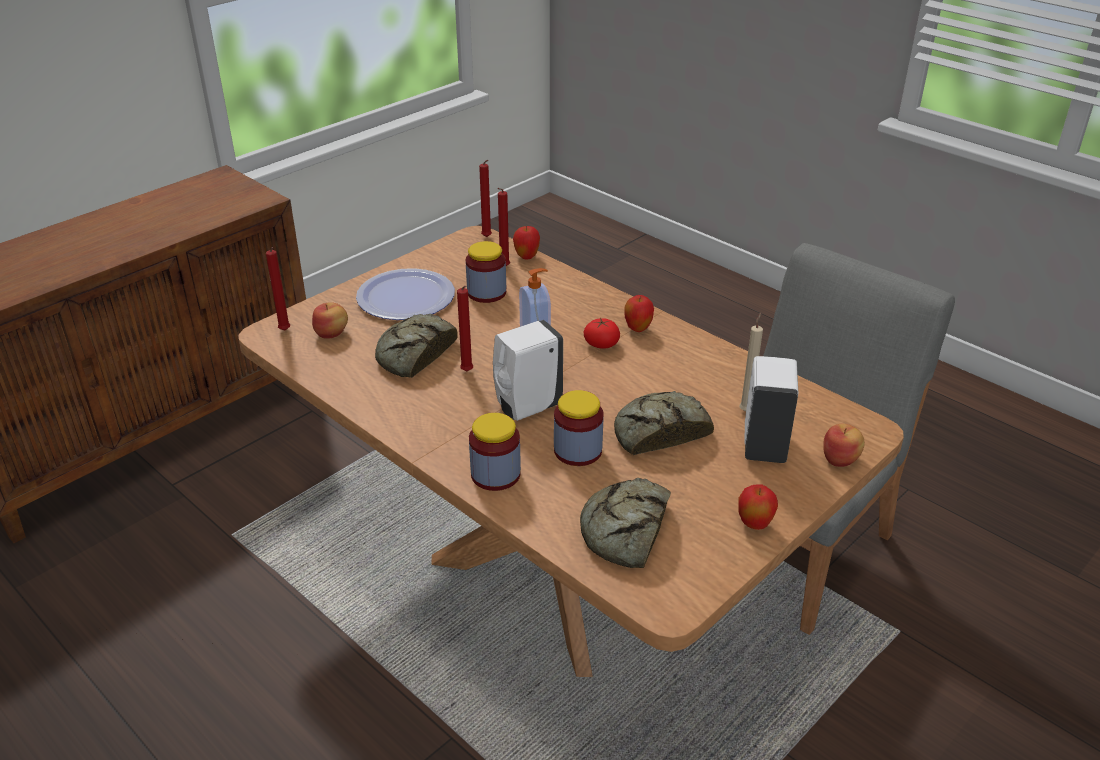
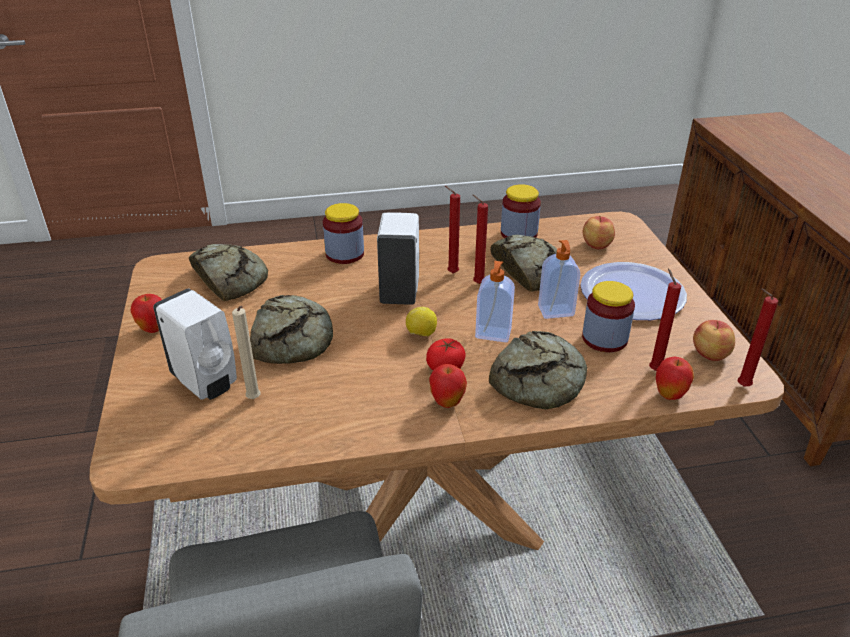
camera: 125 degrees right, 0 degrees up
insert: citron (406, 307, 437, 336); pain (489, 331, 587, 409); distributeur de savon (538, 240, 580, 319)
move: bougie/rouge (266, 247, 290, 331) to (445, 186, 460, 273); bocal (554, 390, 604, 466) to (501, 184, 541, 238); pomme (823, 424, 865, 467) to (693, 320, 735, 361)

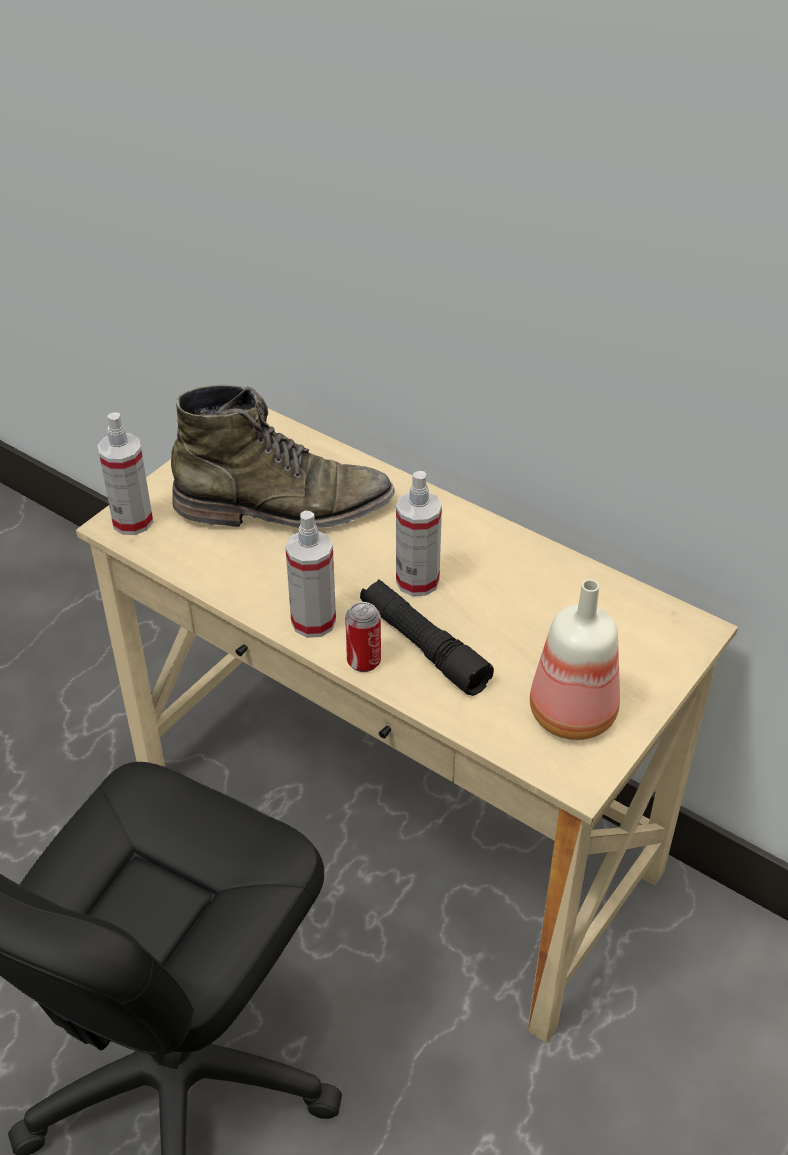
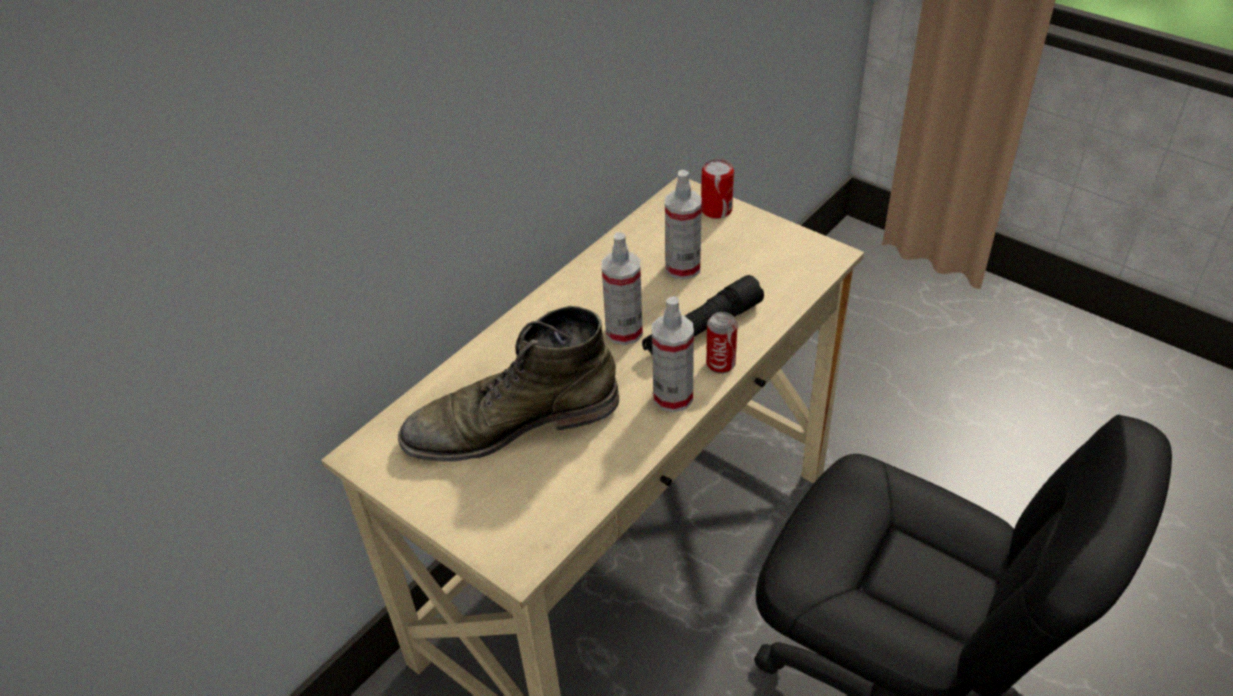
camera: 85 degrees left, 0 degrees up
delete: bouteille (530, 579, 620, 740)
insert: boîte métallique (701, 159, 734, 219)
move: vaporisateur (98, 412, 153, 535) to (665, 170, 702, 280)
rotate: botte/vert (171, 385, 395, 528) = (398, 306, 619, 462) 105 degrees counterclockwise

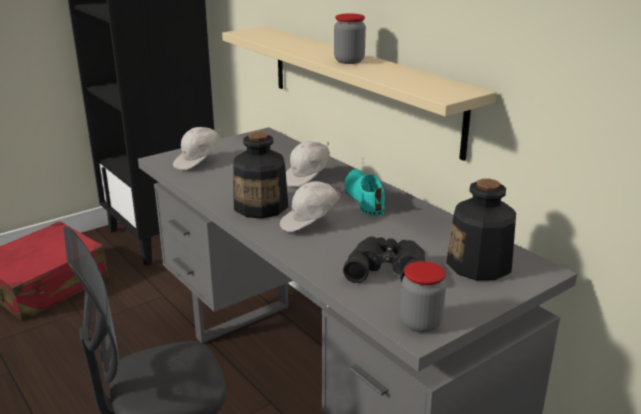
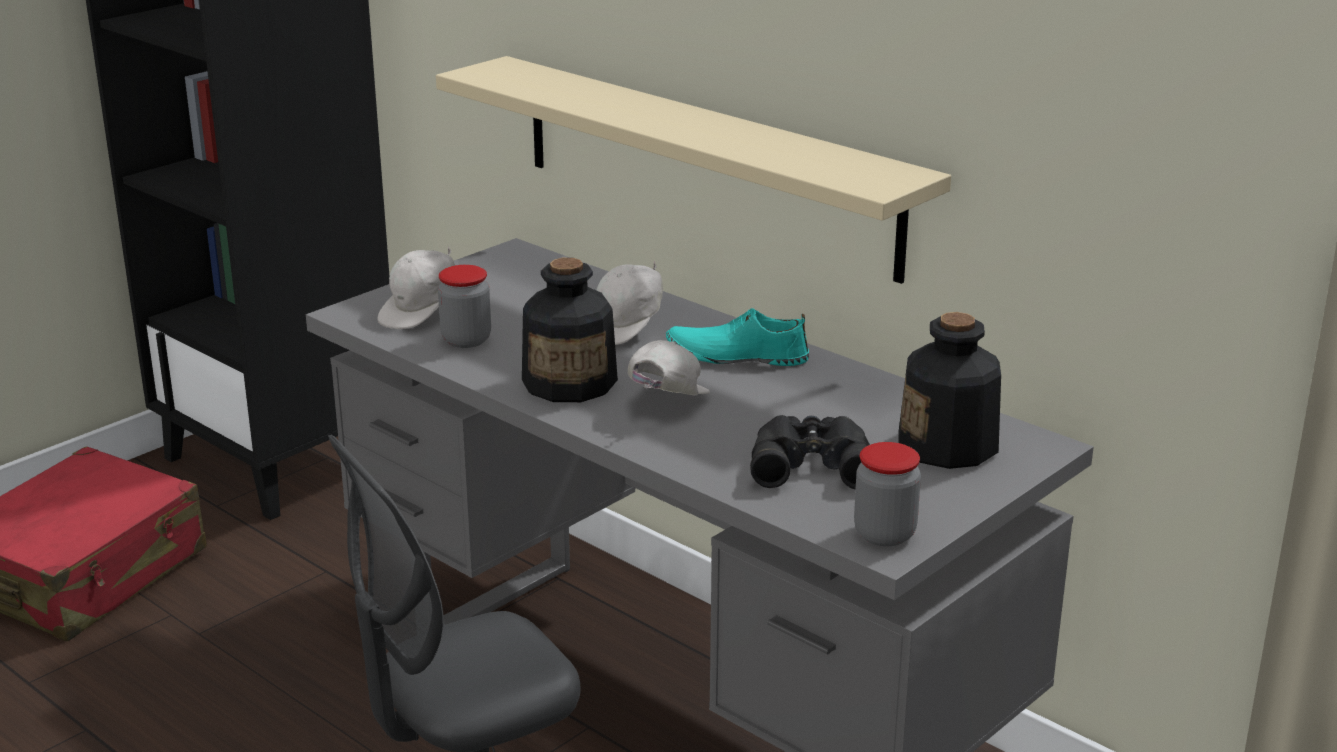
camera: 10 degrees left, 0 degrees up
move: bocal (334, 13, 366, 64) to (438, 265, 491, 348)
rotate: casquette/blanc (280, 181, 346, 232) = (628, 340, 710, 395) 150 degrees clockwise; chaussure/turquoise (344, 169, 385, 216) = (666, 308, 809, 366) 60 degrees counterclockwise

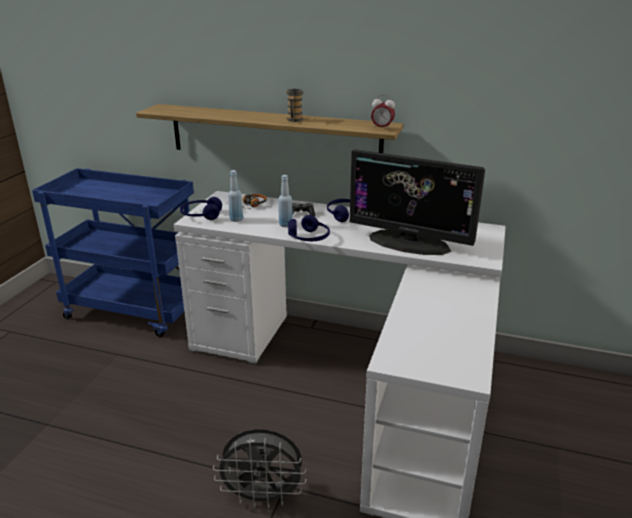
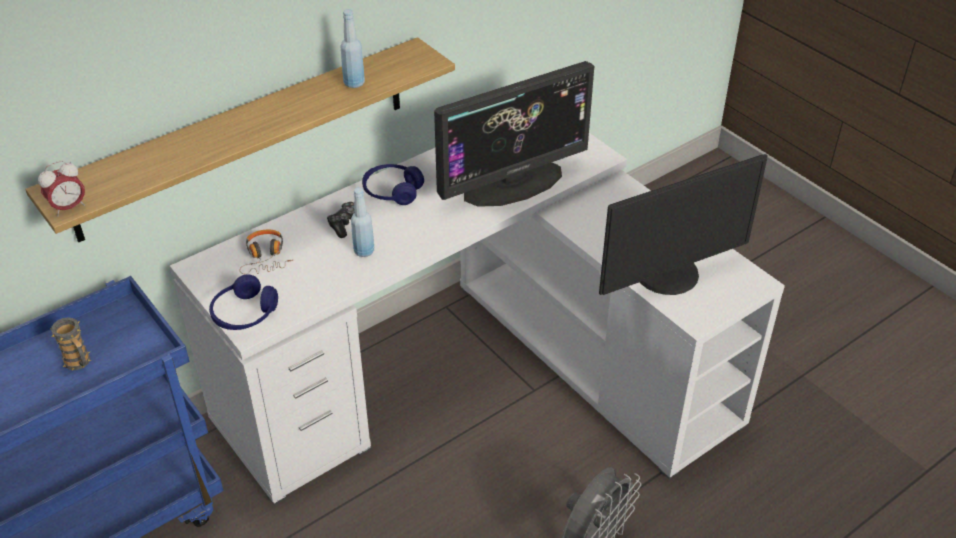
camera: 55 degrees left, 15 degrees up
delete: casque audio/bleu (288, 215, 330, 241)
insert: écran d'ordinateur (599, 154, 768, 295)
move: bouteille/bleu (228, 170, 243, 222) to (340, 9, 365, 88); mug (286, 89, 304, 122) to (50, 317, 91, 370); réveil (371, 95, 395, 130) to (38, 161, 85, 216)

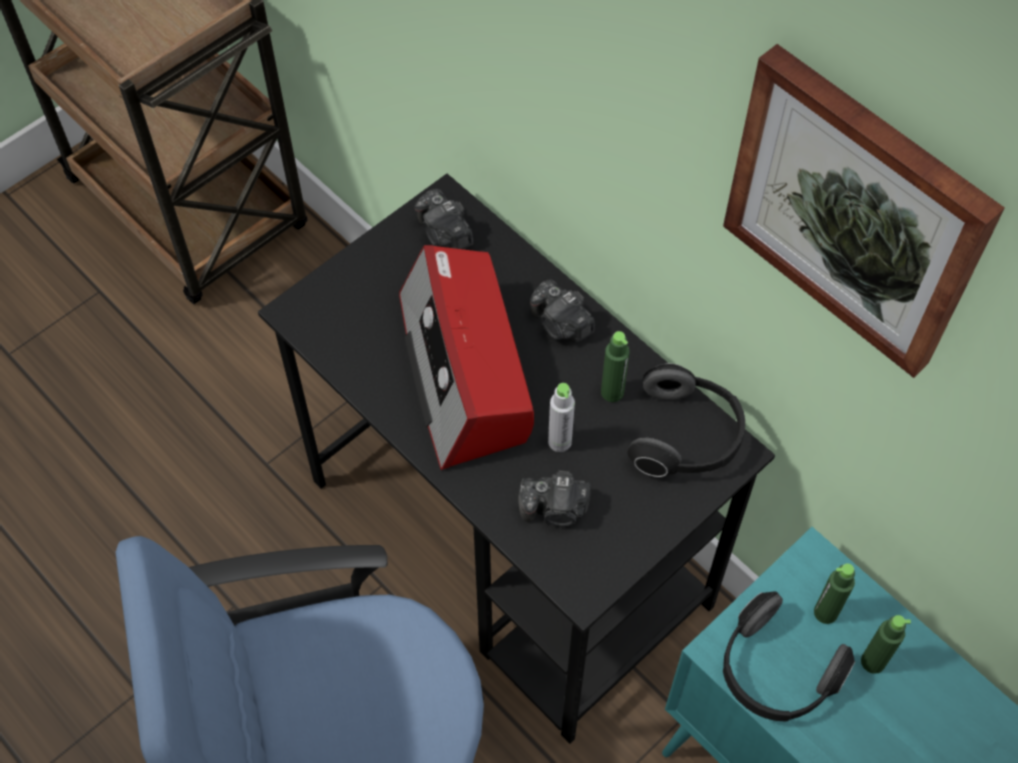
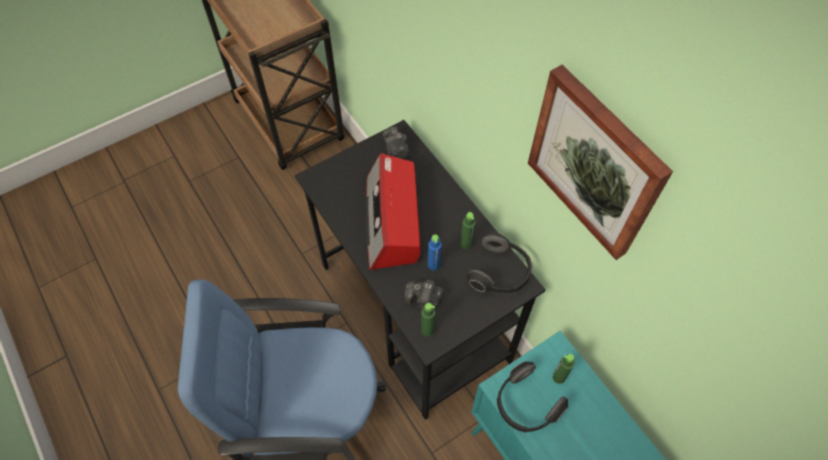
camera: 10 degrees right, 0 degrees up
delete: appareil photo (530, 279, 595, 343)
move: bouteille/vert (861, 615, 911, 674) to (421, 303, 435, 336)
recolor: bouteille/gris (548, 383, 575, 452) to bouteille/bleu (428, 234, 441, 271)

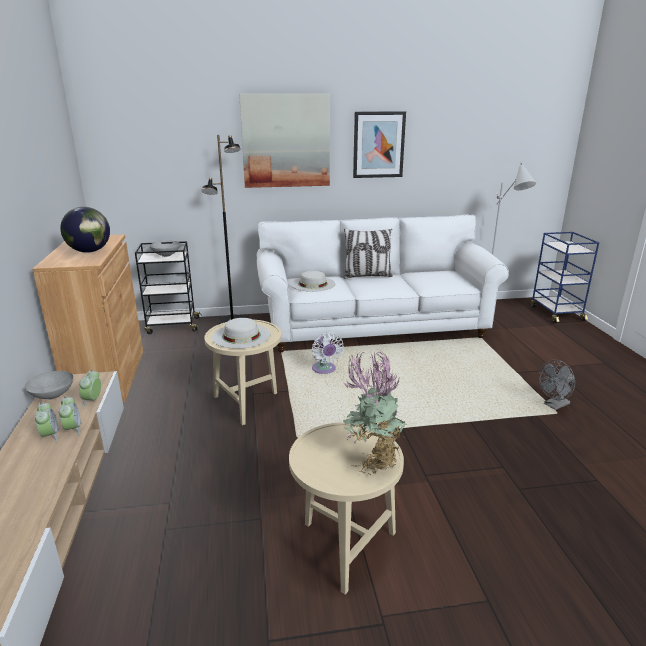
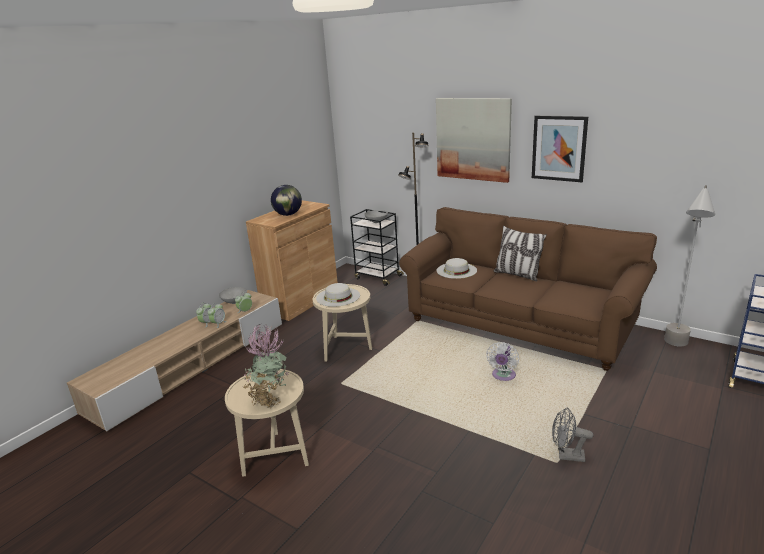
camera: 45 degrees right, 0 degrees up
move: ventilateur/blanc (312, 332, 344, 374) to (486, 342, 519, 381)
recolor: canapé/blanc (257, 214, 509, 352) to canapé/marron (399, 207, 657, 371)

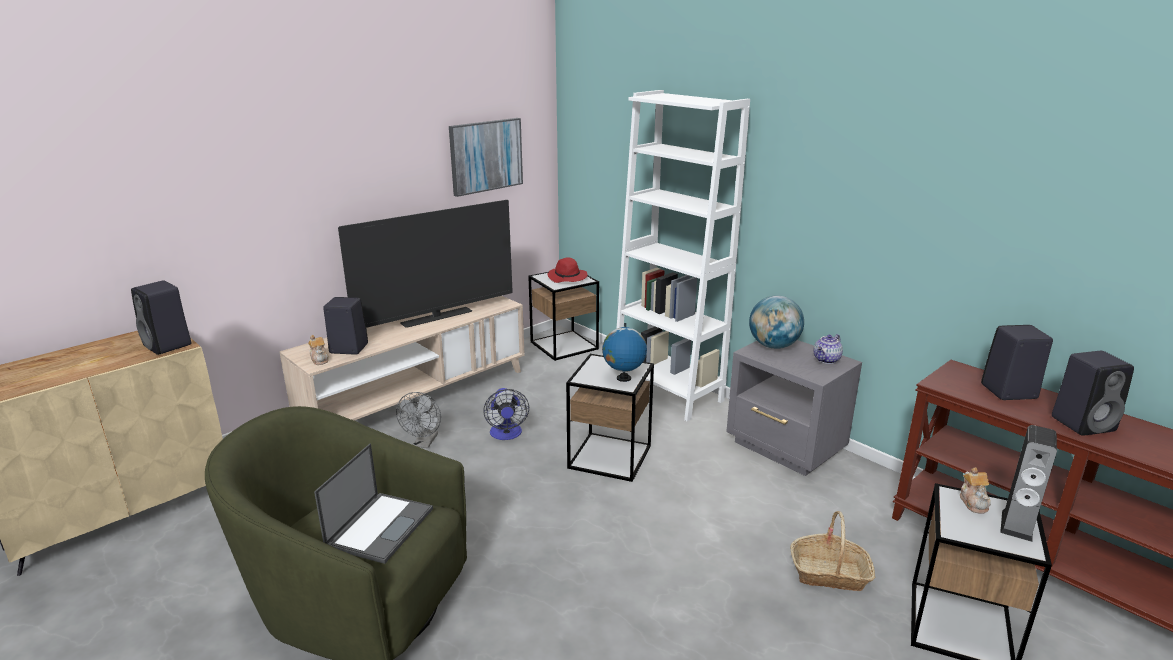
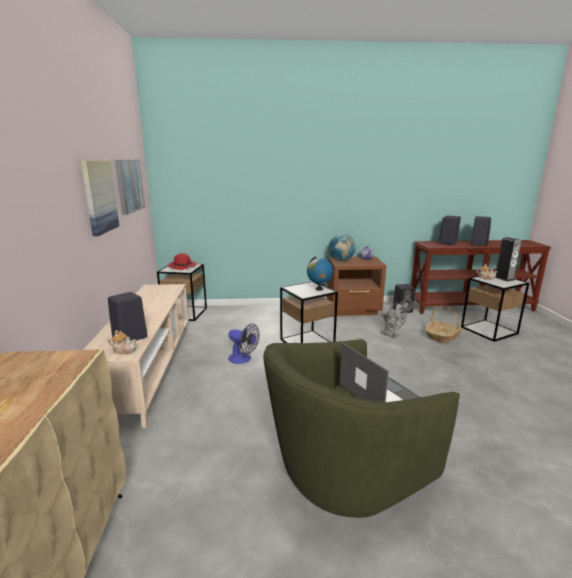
camera: 50 degrees left, 5 degrees down
delete: téléviseur (338, 200, 513, 328); bibliothèque/blanc (616, 90, 750, 421)
insert: tableau (81, 161, 119, 236)
move: enceinte/noir (131, 280, 191, 355) to (393, 284, 415, 313); ventilateur/gris (396, 392, 441, 448) to (380, 303, 407, 338)
recolor: table de chevet/gris (726, 340, 862, 476) to table de chevet/marron (327, 256, 386, 316)

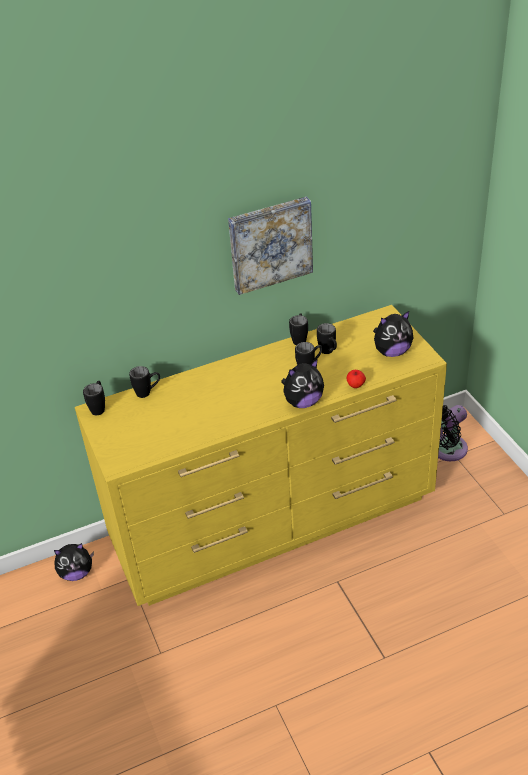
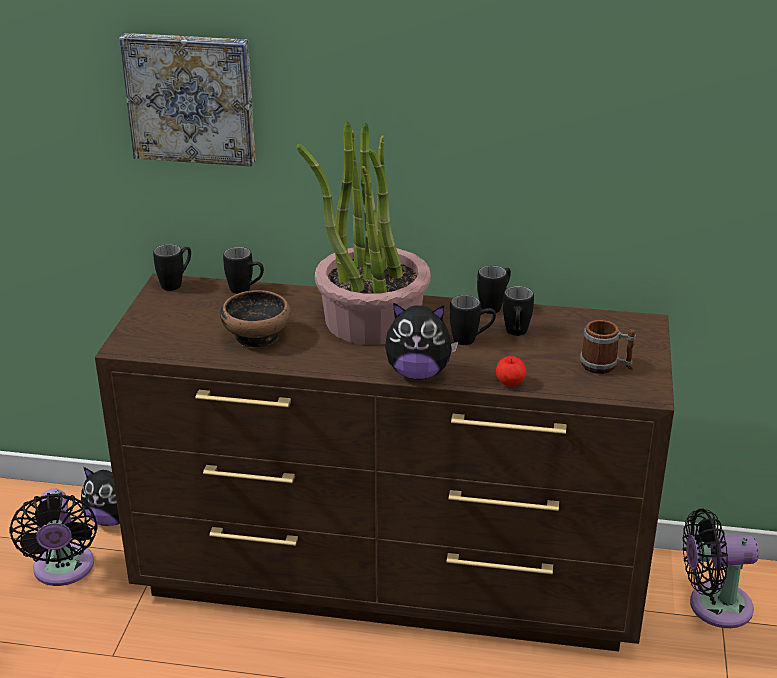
camera: 30 degrees right, 10 degrees down
insert: ventilateur/noir (9, 489, 98, 586); bol (220, 290, 291, 348); plante en pot (296, 121, 431, 345)
move: tableau (228, 196, 313, 295) to (119, 33, 256, 167)
replace: peluche (373, 311, 413, 357) to mug (580, 320, 636, 374)
recolor: commode/jaune (75, 305, 447, 606) to commode/marron (95, 273, 674, 652)

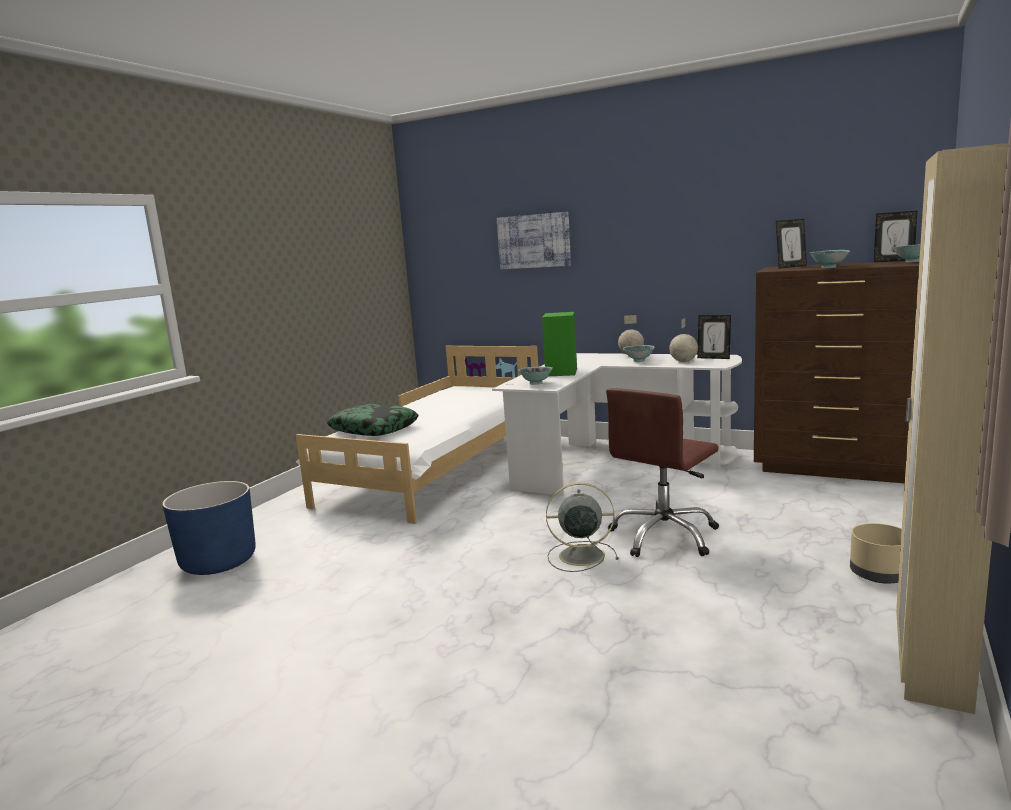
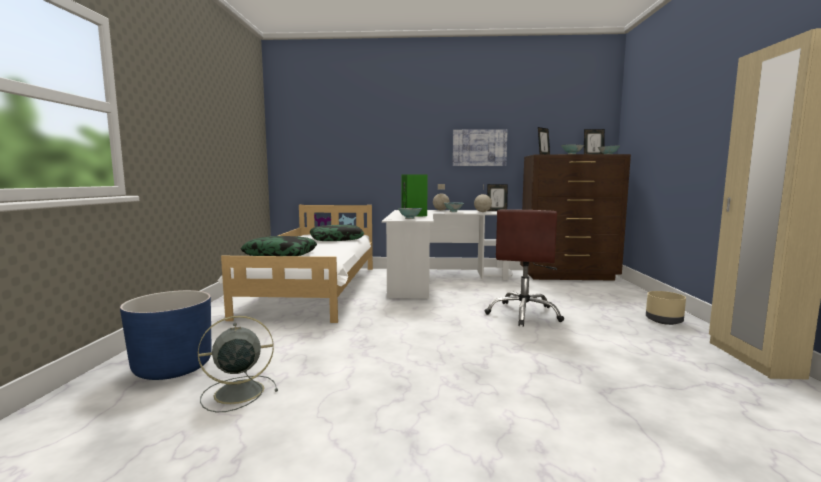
camera: 25 degrees left, 5 degrees down
insert: coussin (310, 225, 364, 241)
move: tableau (497, 212, 571, 269) to (453, 129, 507, 166); ventilateur/gris (546, 483, 619, 572) to (198, 316, 278, 412)

